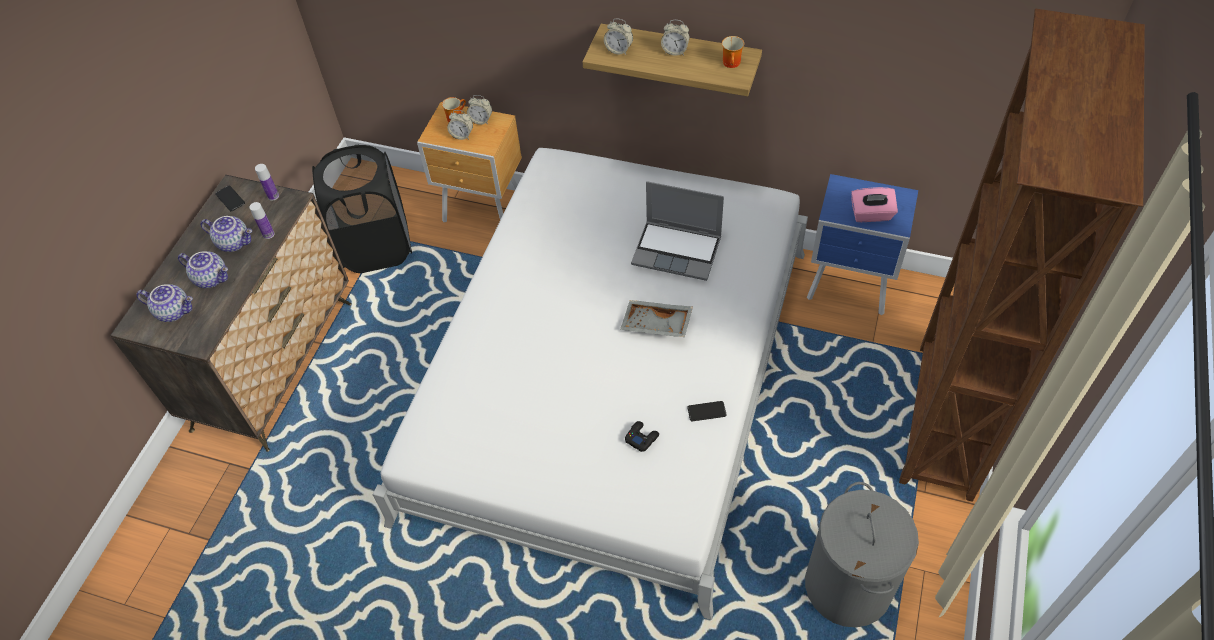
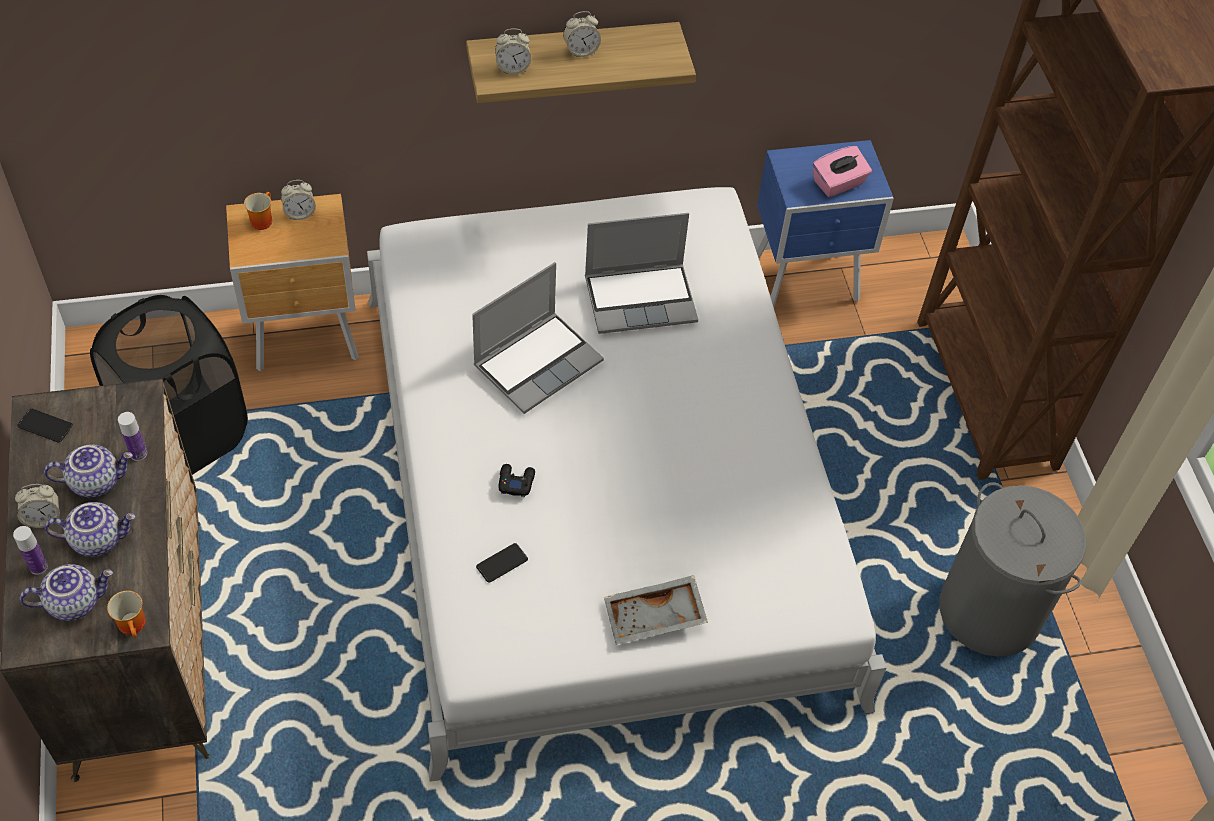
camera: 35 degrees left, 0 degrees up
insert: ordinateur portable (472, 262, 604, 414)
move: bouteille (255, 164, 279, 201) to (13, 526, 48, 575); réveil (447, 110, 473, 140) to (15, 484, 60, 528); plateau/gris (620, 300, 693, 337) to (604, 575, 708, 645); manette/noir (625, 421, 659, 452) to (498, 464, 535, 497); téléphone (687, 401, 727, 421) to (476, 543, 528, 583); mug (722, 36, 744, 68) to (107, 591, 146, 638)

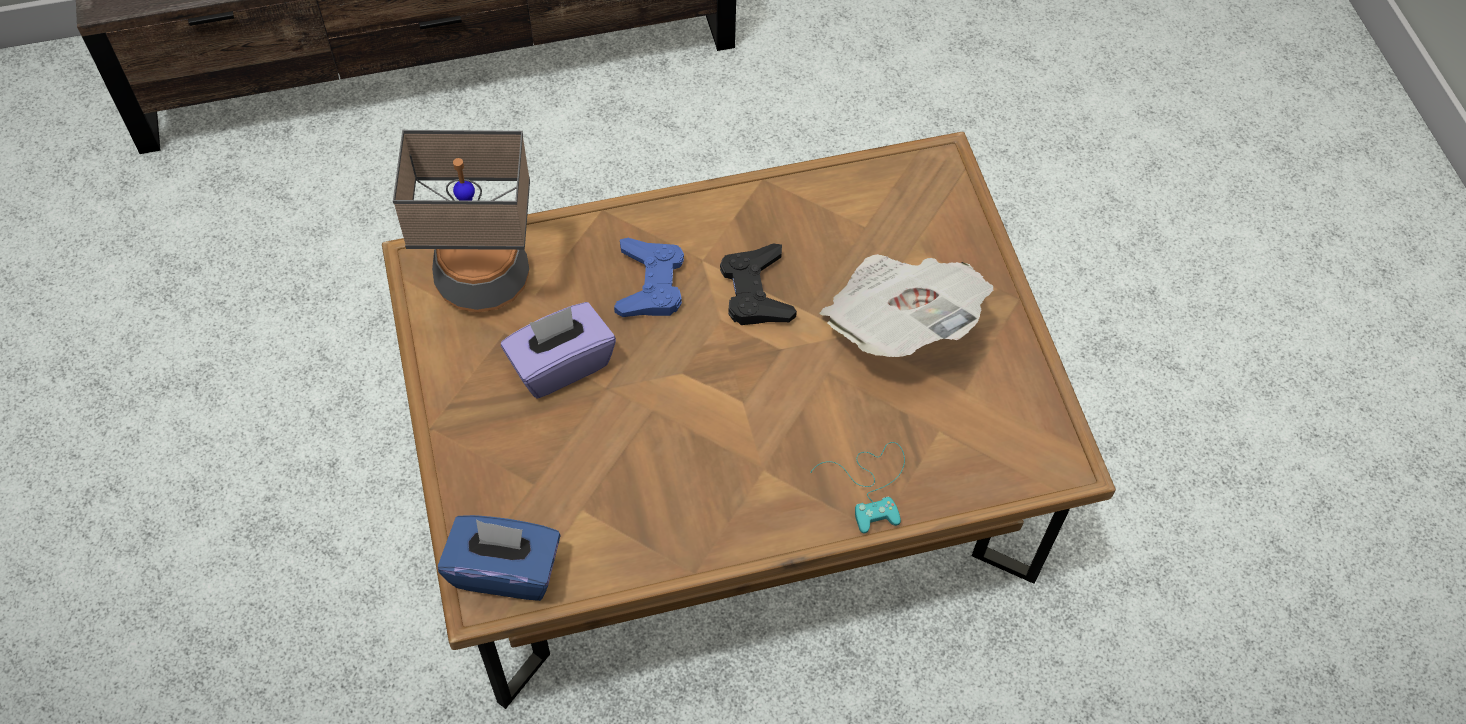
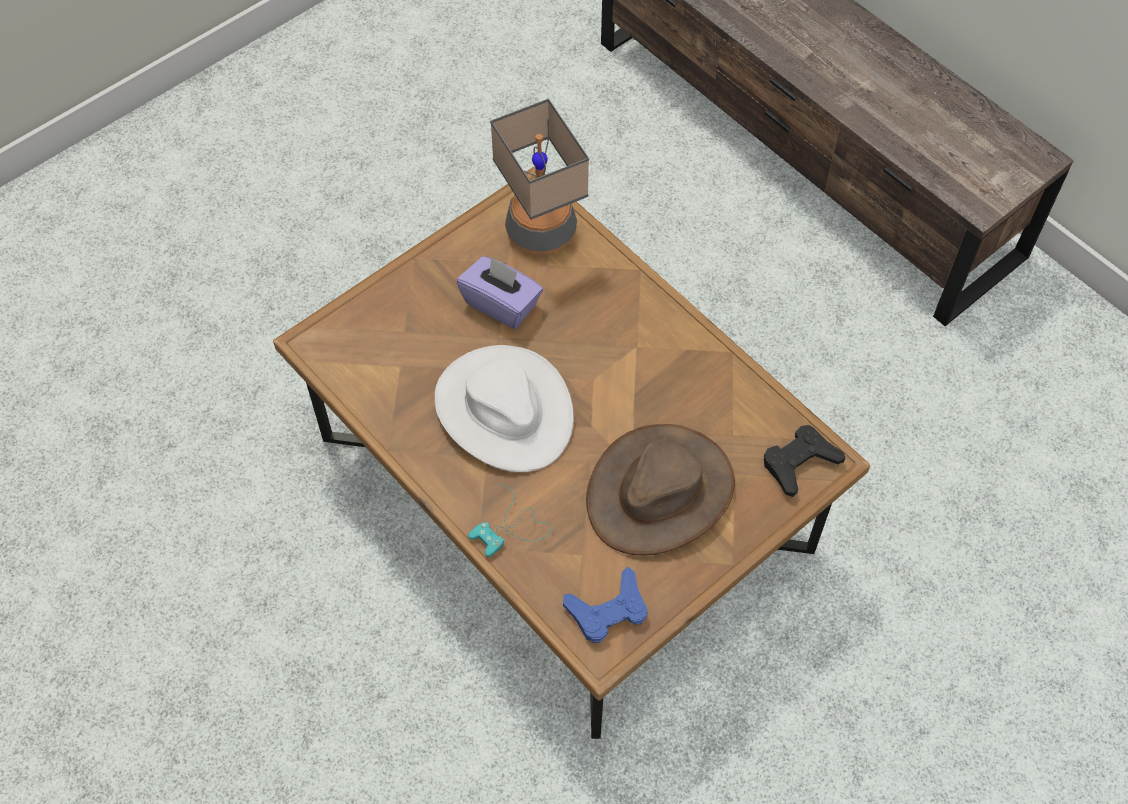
camera: 65 degrees right, 0 degrees up
delete: boîte à mouchoirs/bleu (438, 515, 561, 601)
insert: chapeau/blanc (434, 345, 574, 472)
move: manette/bleu (614, 238, 684, 317) to (563, 567, 647, 643); manette/noir (720, 243, 797, 325) to (764, 425, 845, 497)
replace: journal (820, 254, 993, 357) to chapeau/marron (586, 424, 735, 556)

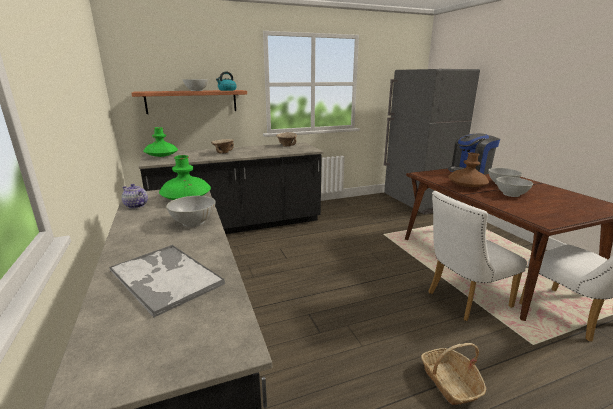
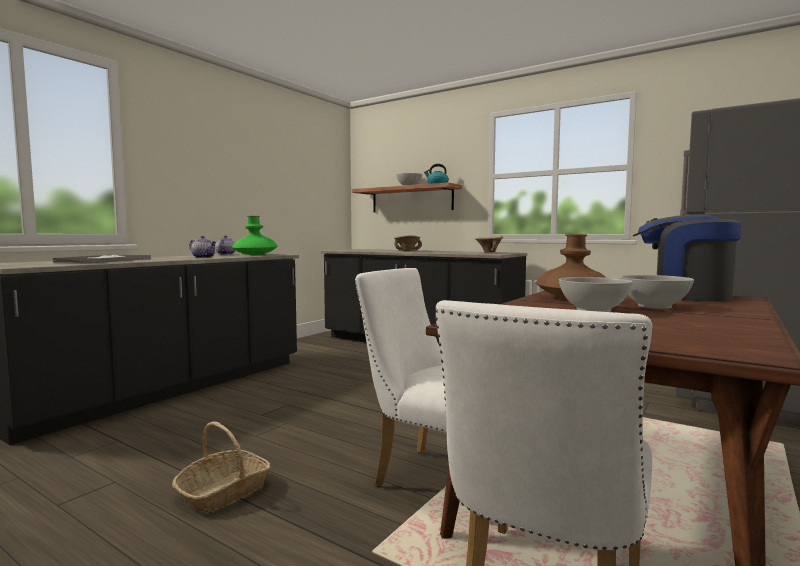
camera: 55 degrees right, 15 degrees down
delete: vase/vert (144, 127, 178, 157)
replace: bol/blanc (166, 196, 215, 227) to théière (190, 236, 216, 258)

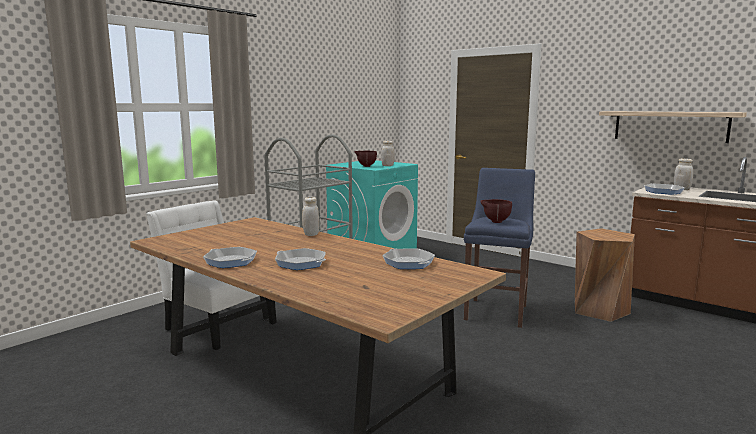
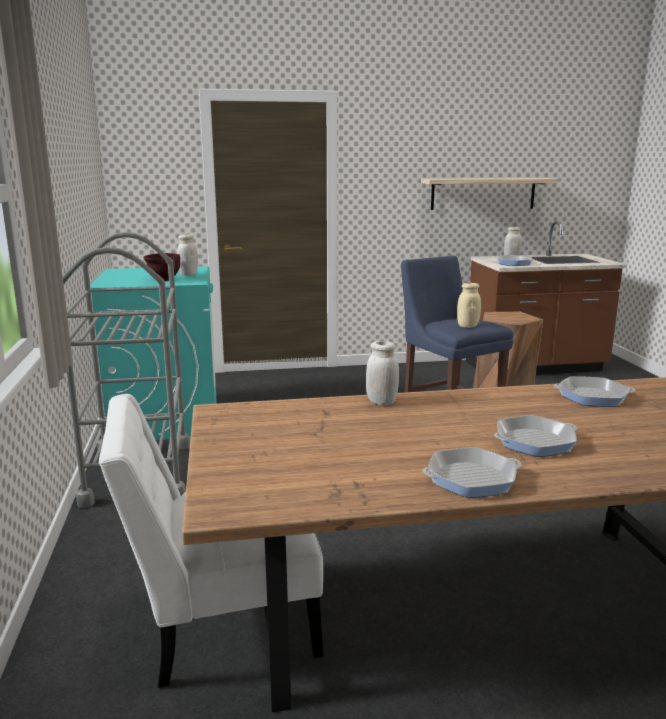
camera: 50 degrees left, 5 degrees up
replace: bol/marron (480, 199, 512, 223) to bocal/beige (457, 283, 481, 328)

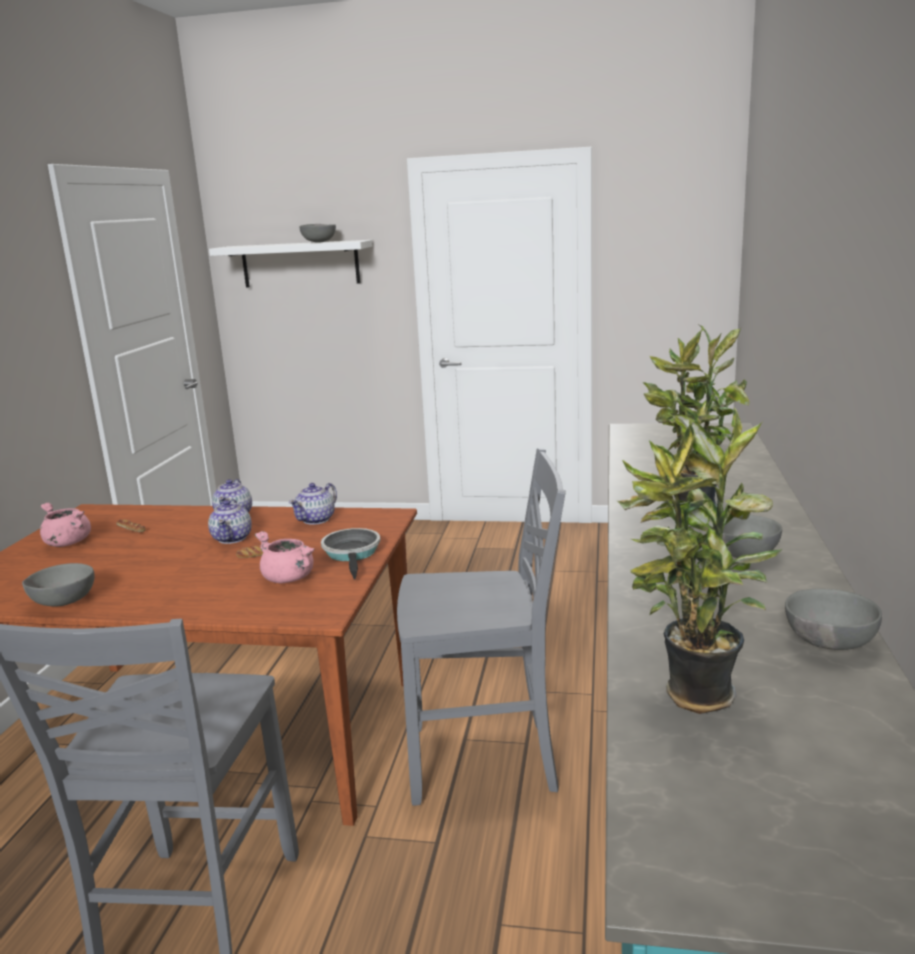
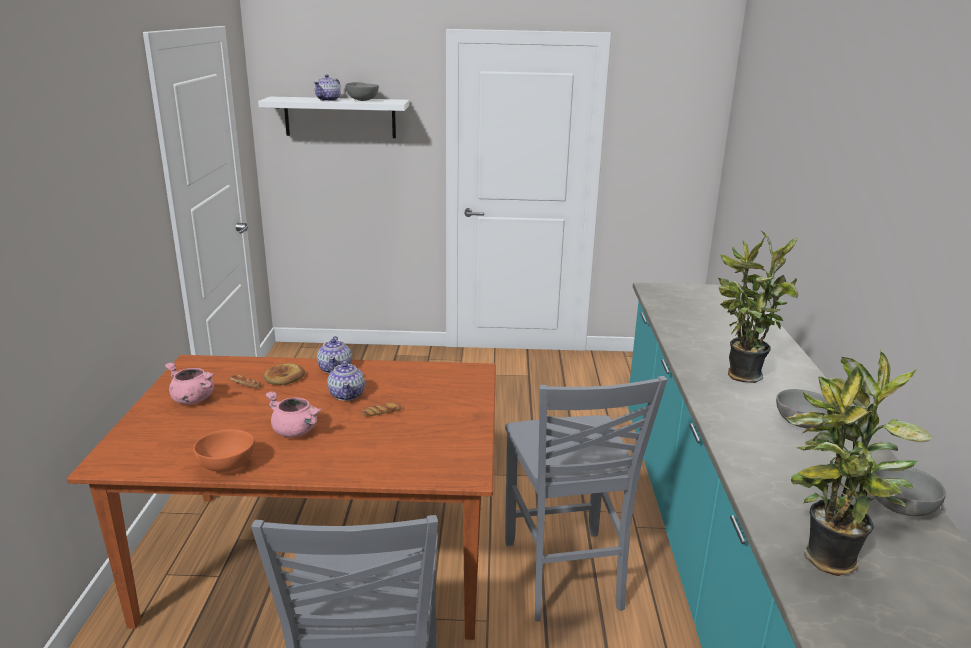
camera: 10 degrees left, 5 degrees up
delete: poêle (321, 528, 380, 579)
insert: pain (264, 363, 305, 385)
move: marmite/rose (255, 531, 314, 583) to (265, 391, 321, 437); théière (289, 483, 337, 525) to (314, 75, 341, 101)
recolor: bol/gris (22, 563, 95, 607) to bol/orange (193, 429, 255, 472)
rotate: chaise/gris (397, 448, 566, 806) = (505, 376, 667, 622) 90 degrees clockwise

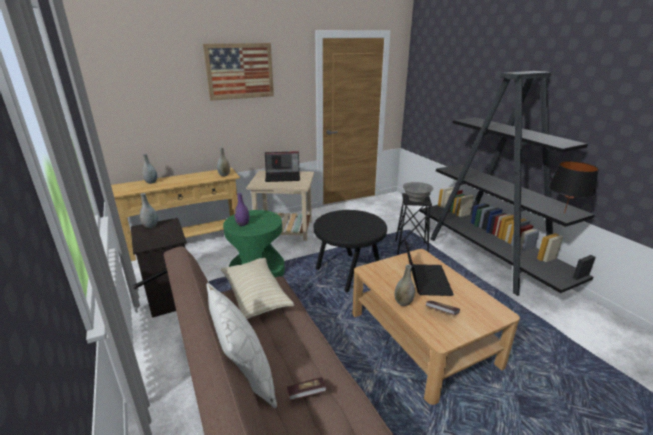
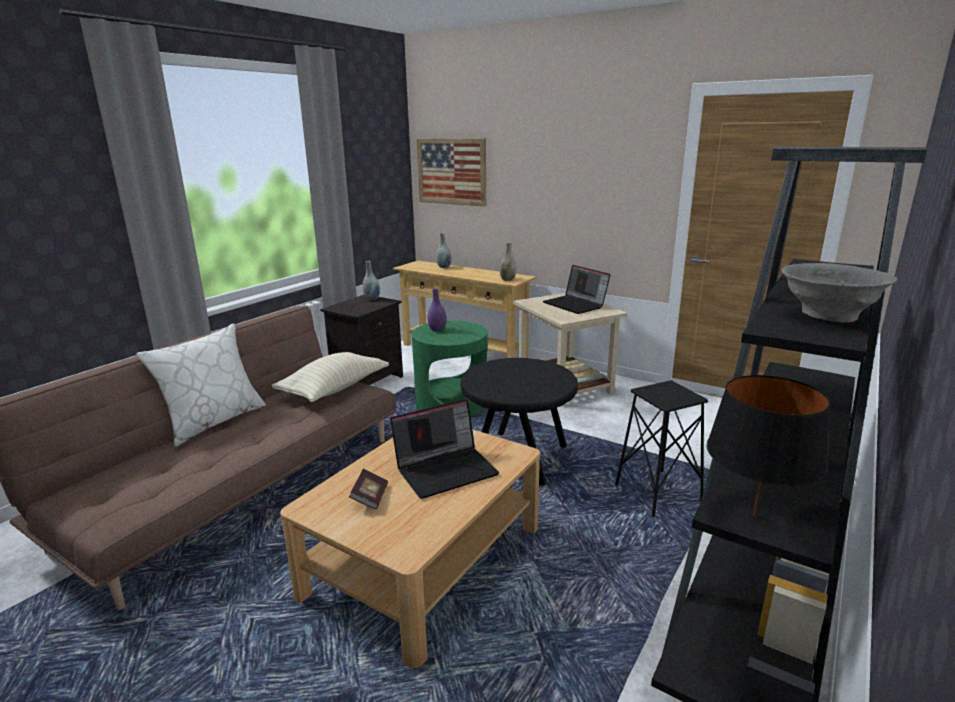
camera: 60 degrees right, 5 degrees down
delete: livre (287, 377, 327, 400); vase/gris (394, 264, 415, 306)
move: tableau (203, 43, 274, 101) to (417, 138, 486, 206); bol/gris (403, 182, 434, 202) to (782, 263, 897, 322)

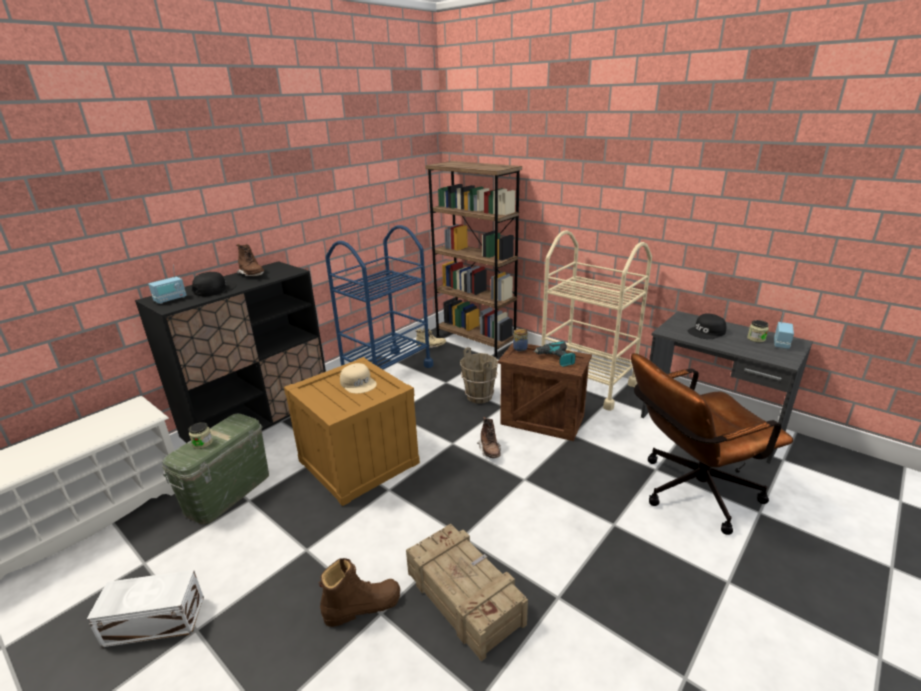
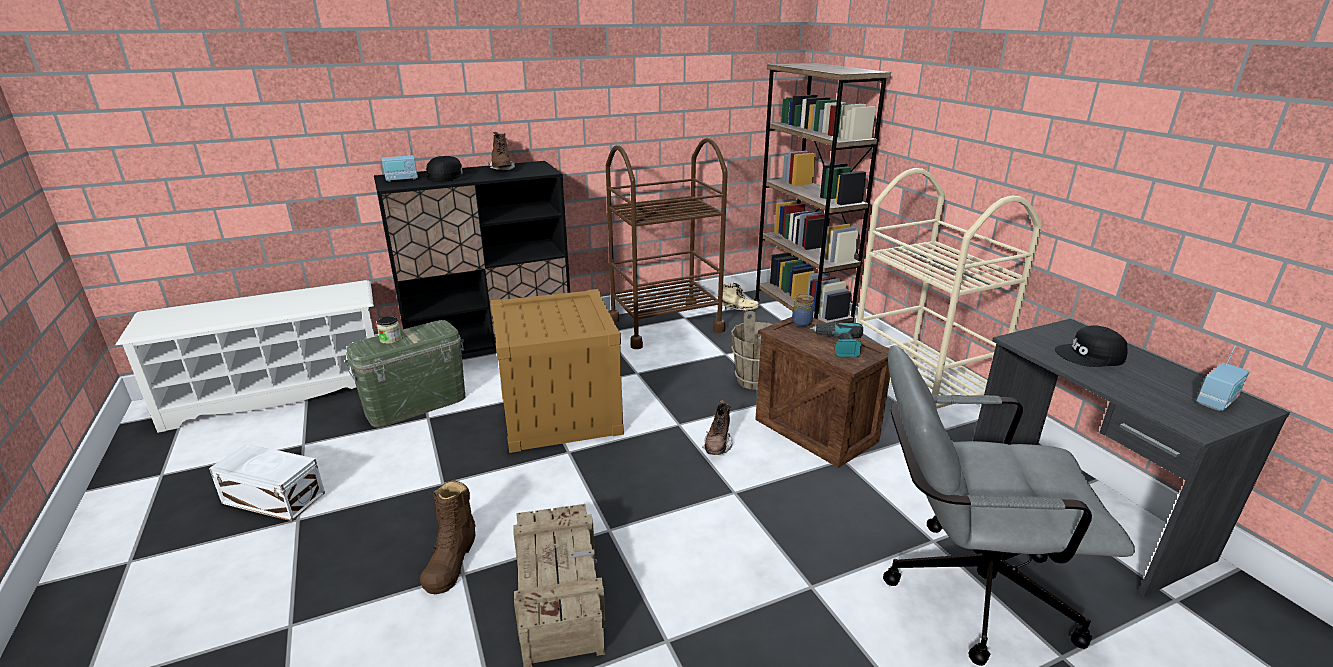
camera: 25 degrees right, 0 degrees up
delete: casquette/beige (340, 363, 377, 394); bocal (747, 320, 769, 342)
recolor: chariot/bleu (325, 225, 433, 369) to chariot/marron (606, 138, 728, 349); chaise de bureau/marron (631, 353, 793, 535) to chaise de bureau/gris (883, 345, 1135, 666)
rotate: botte/marron (318, 558, 400, 627) = (420, 479, 476, 594) 90 degrees clockwise

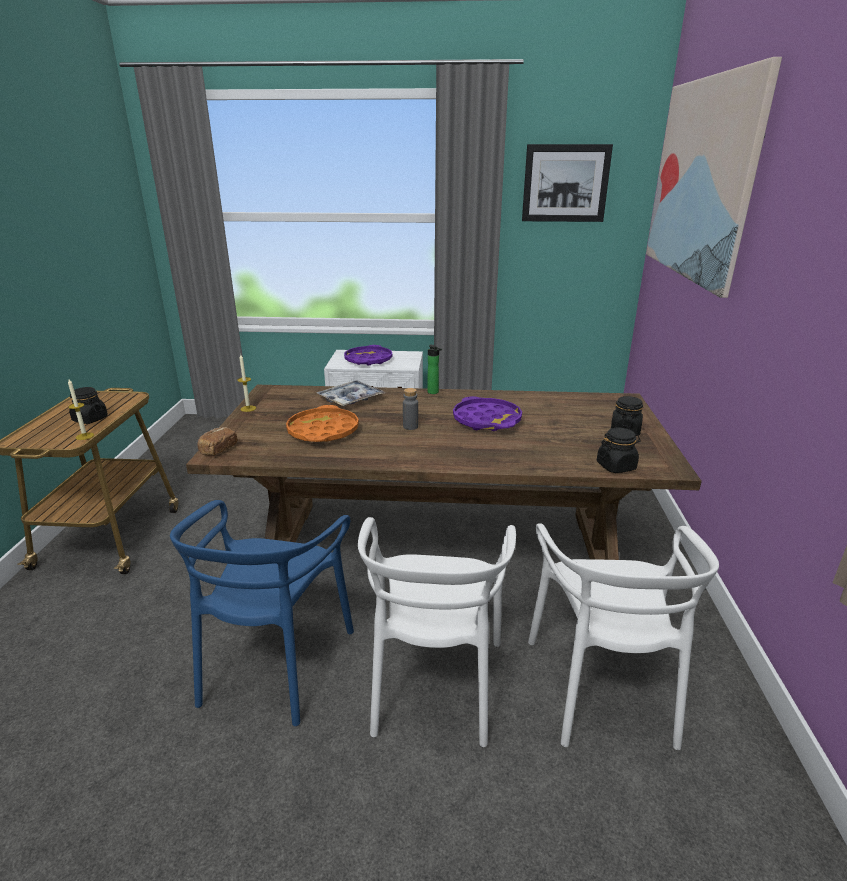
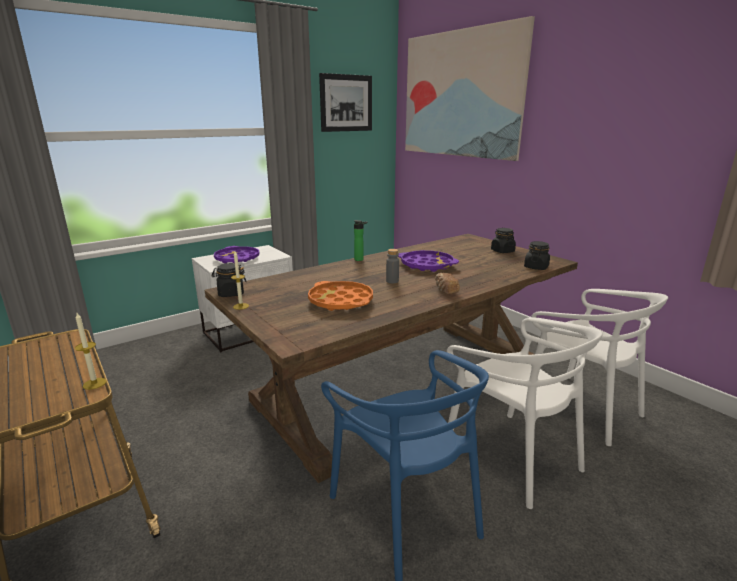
camera: 40 degrees left, 5 degrees down
delete: plateau (317, 380, 385, 406)
move: bocal/noir (69, 387, 108, 424) to (212, 263, 247, 297); pain (197, 427, 238, 455) to (435, 273, 460, 294)

